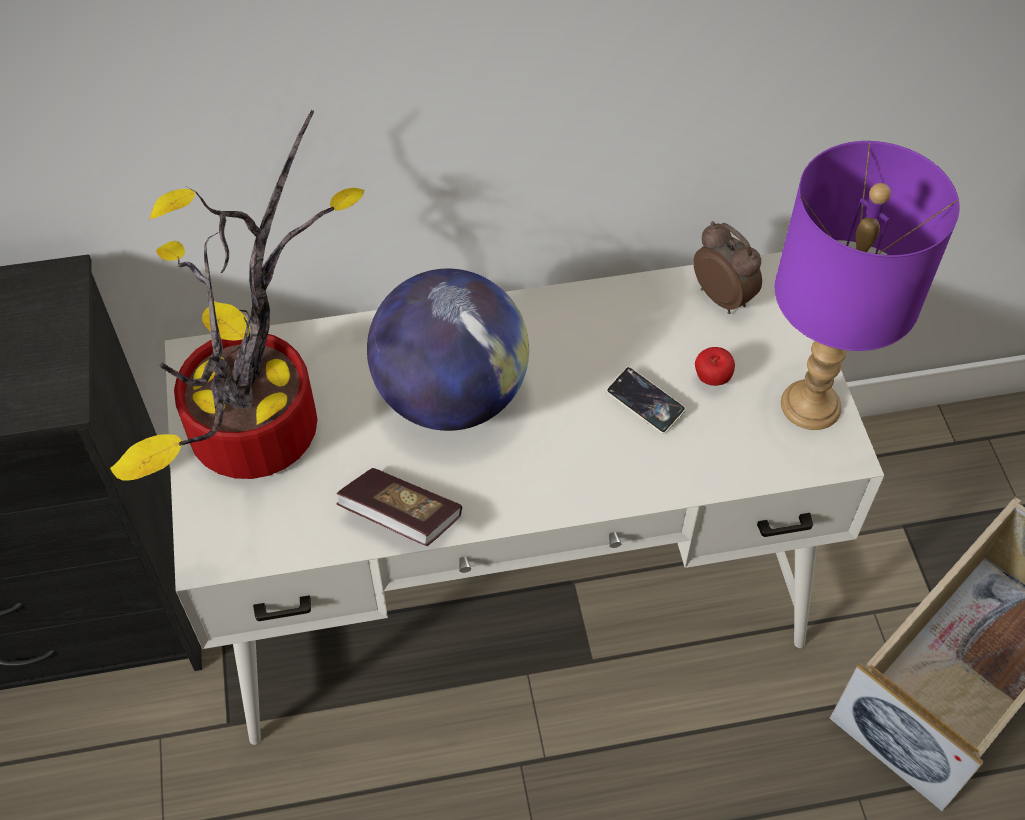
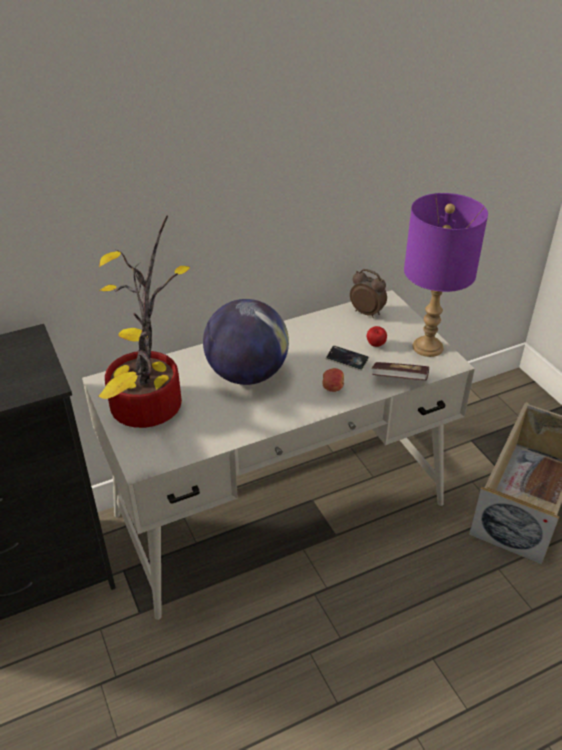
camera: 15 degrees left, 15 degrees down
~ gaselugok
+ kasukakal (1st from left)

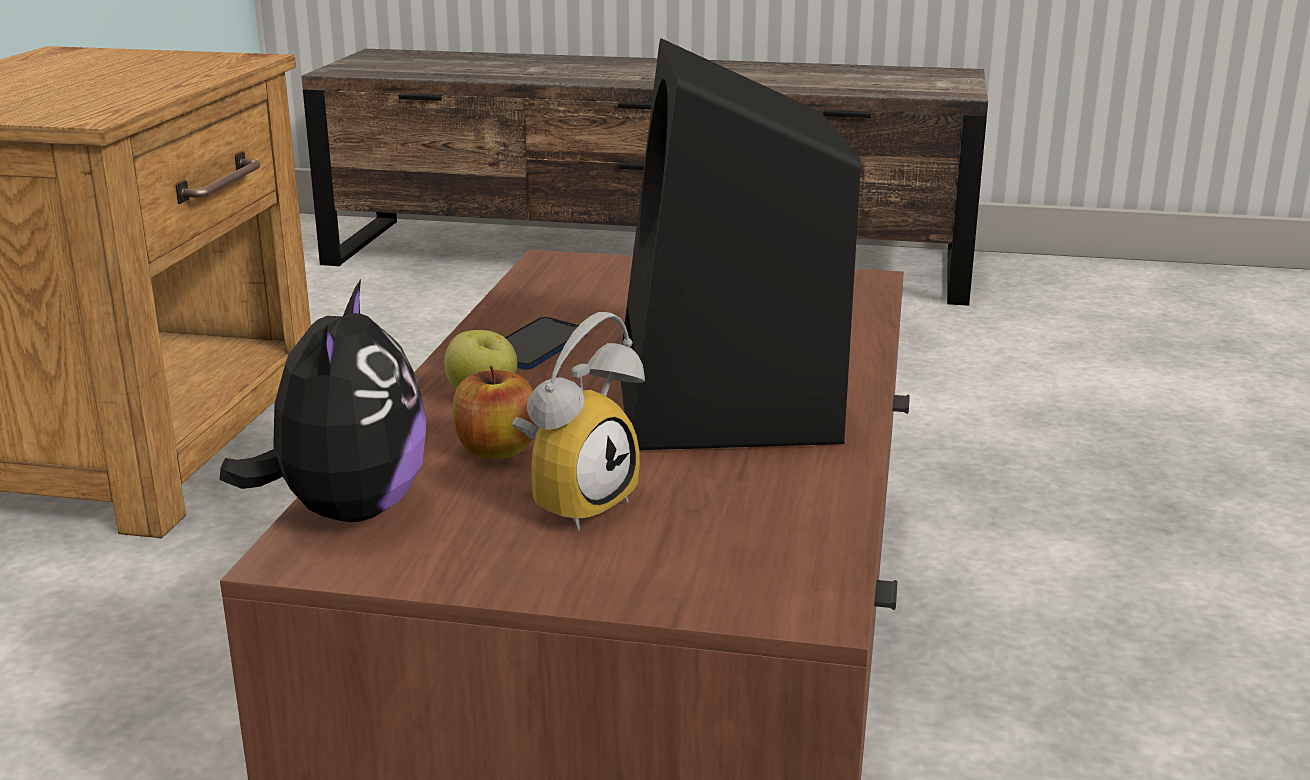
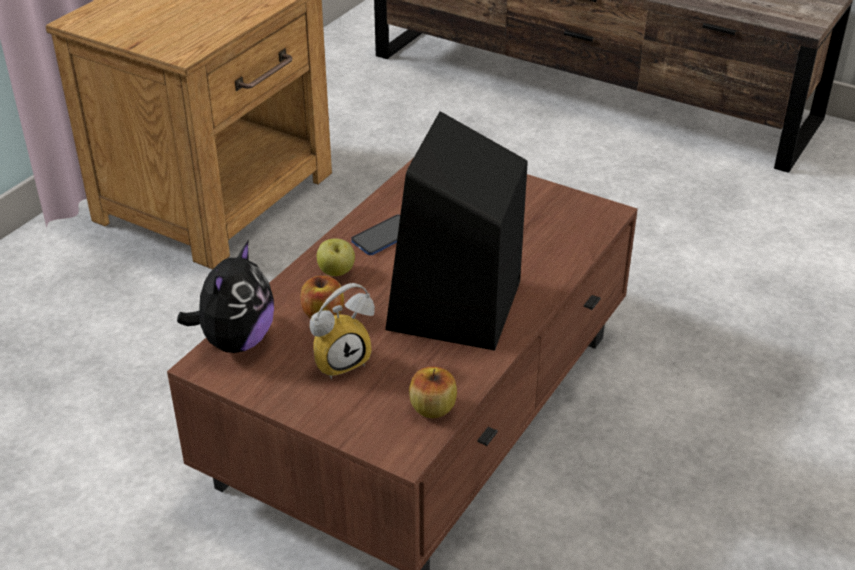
camera: 20 degrees right, 15 degrees up
+ kasukakal (3rd from left)

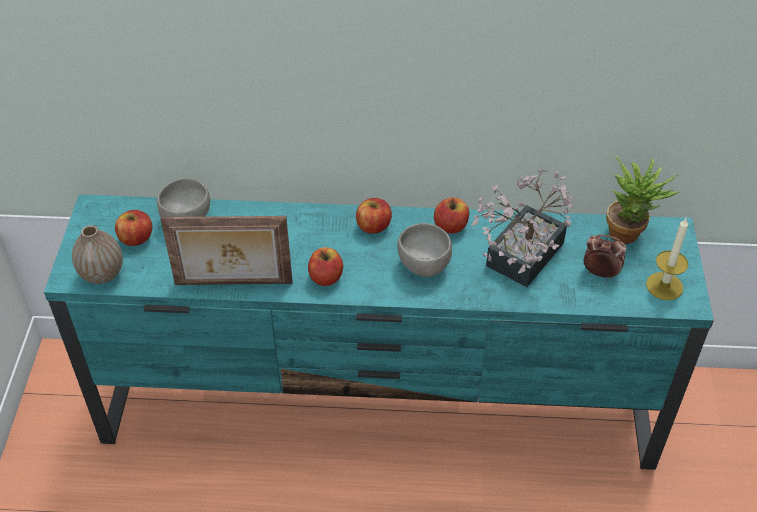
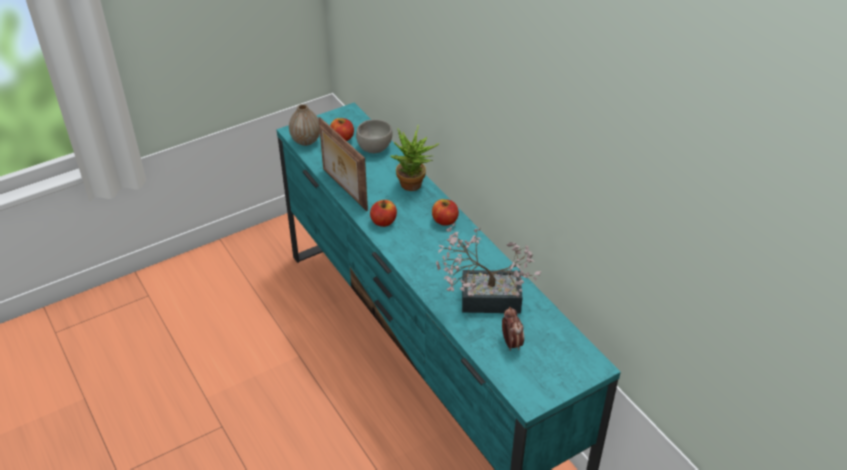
camera: 55 degrees right, 5 degrees down
- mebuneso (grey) (2nd from left)
- kasukakal (4th from left)
~ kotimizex (2nd from left in the first image) to kotimizex (1st from left)
- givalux

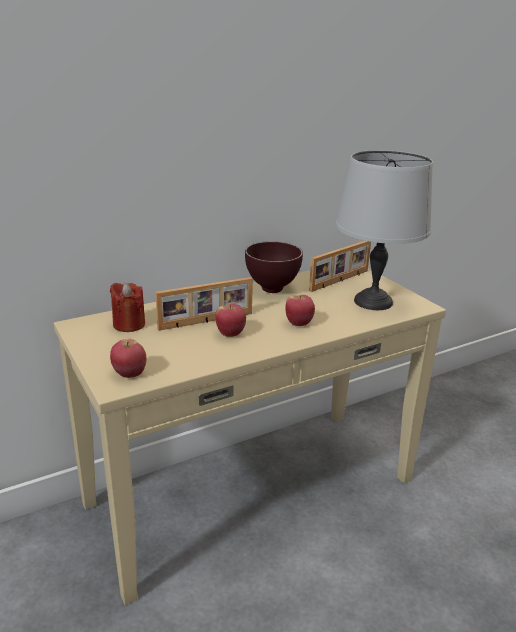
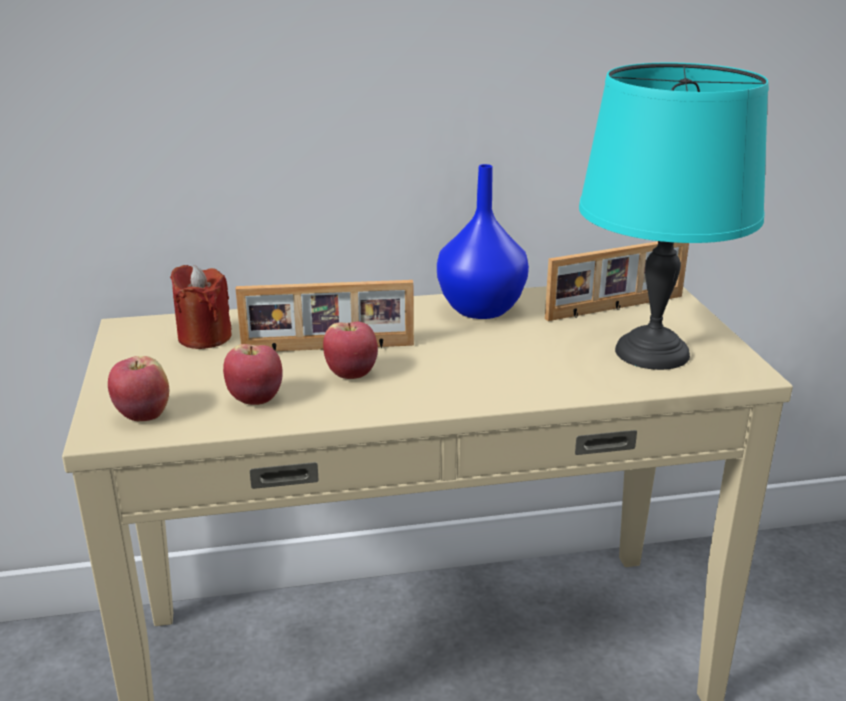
camera: 20 degrees right, 0 degrees up
~ mebuneso (brown) to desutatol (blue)
~ kasukakal (3rd from left in the first image) to kasukakal (2nd from left)
~ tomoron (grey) to tomoron (turquoise)

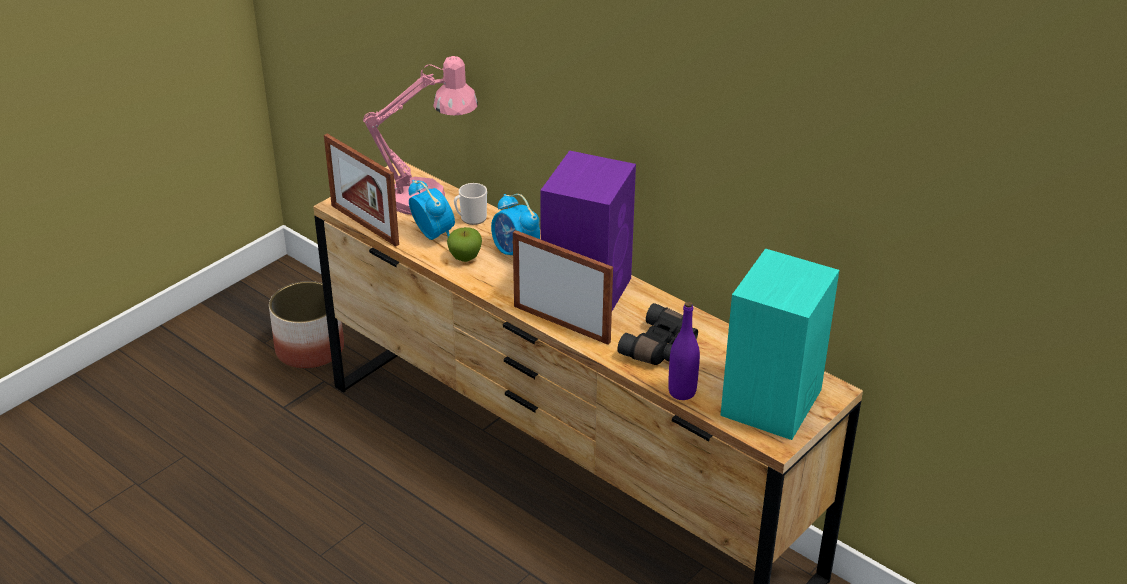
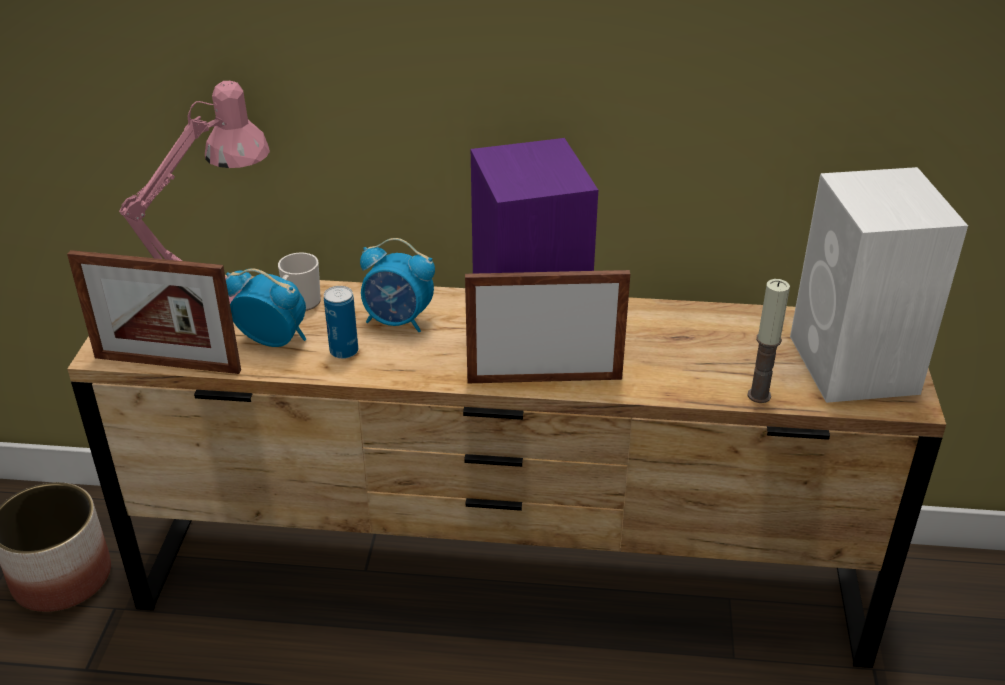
camera: 35 degrees left, 0 degrees up
~ kasukakal to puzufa
- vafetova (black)
~ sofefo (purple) to givalux
~ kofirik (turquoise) to kofirik (white)

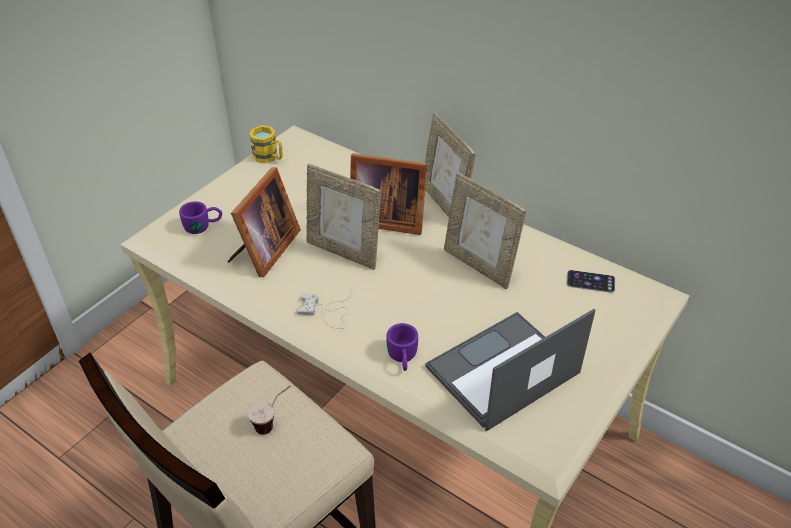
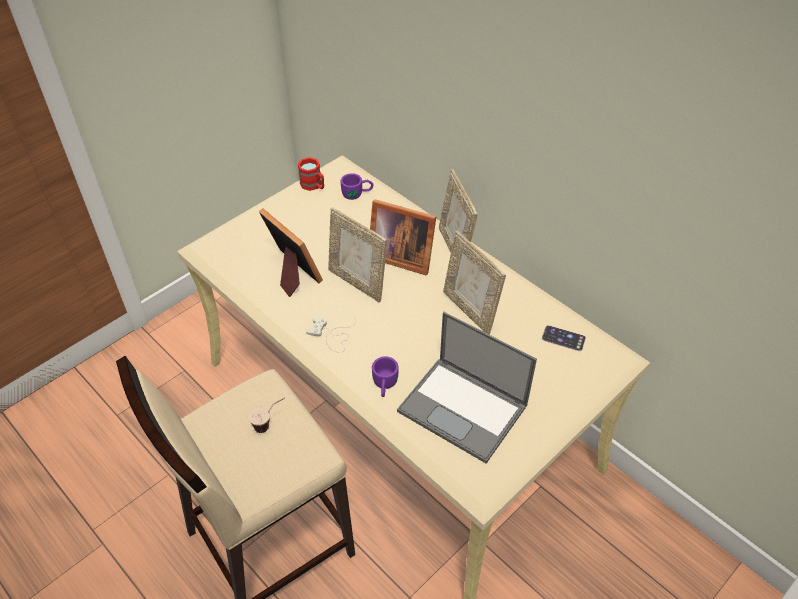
camera: 10 degrees right, 5 degrees up
~ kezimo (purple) (1st from left)
~ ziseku (1st from left) 75 degrees counterclockwise
~ kezimo (yellow) to kezimo (red)
~ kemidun 120 degrees counterclockwise

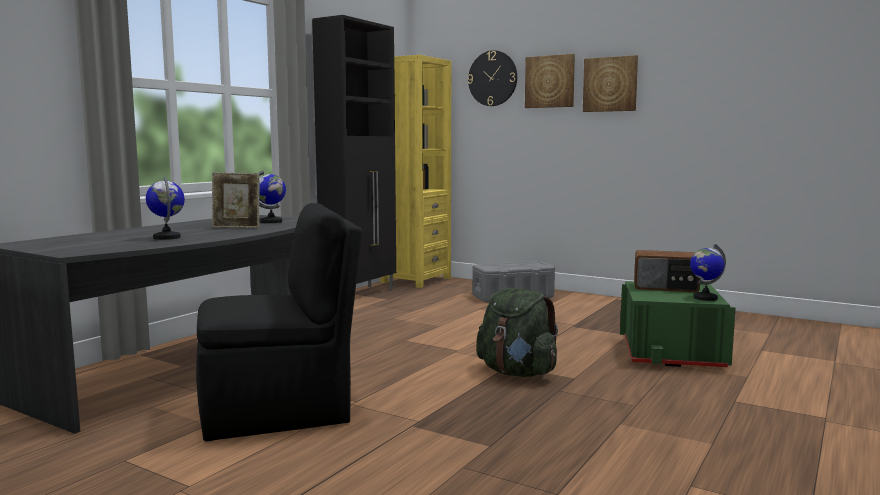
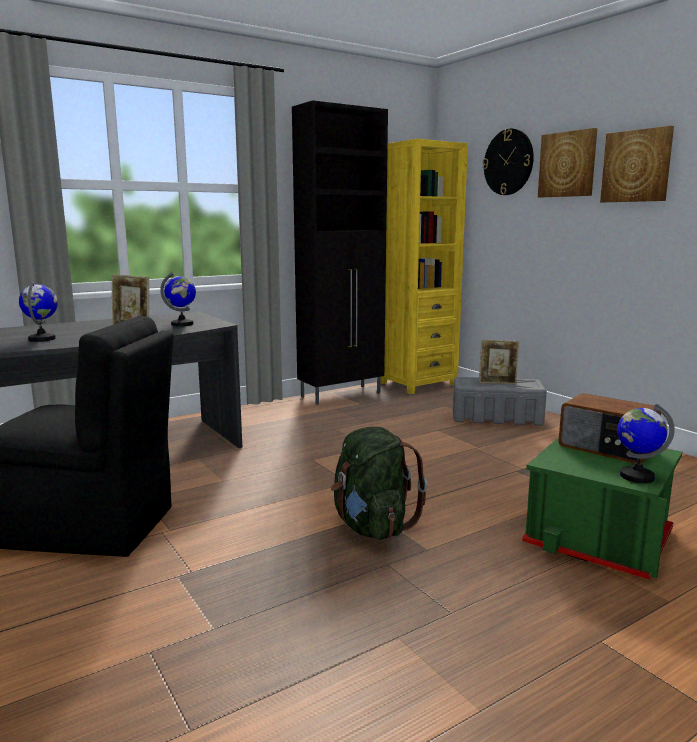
camera: 25 degrees right, 5 degrees up
+ ziseku (2nd from left)

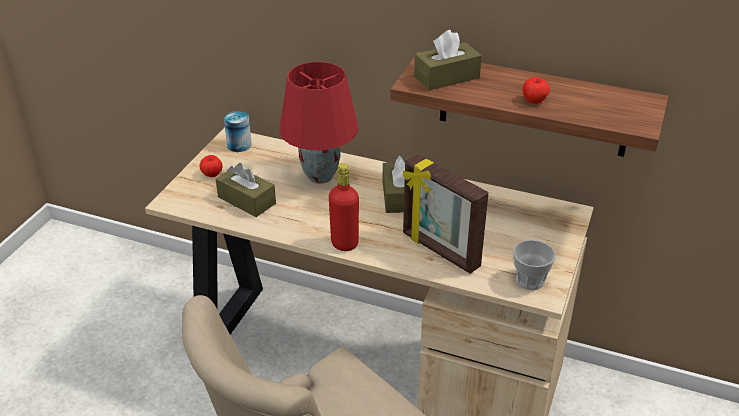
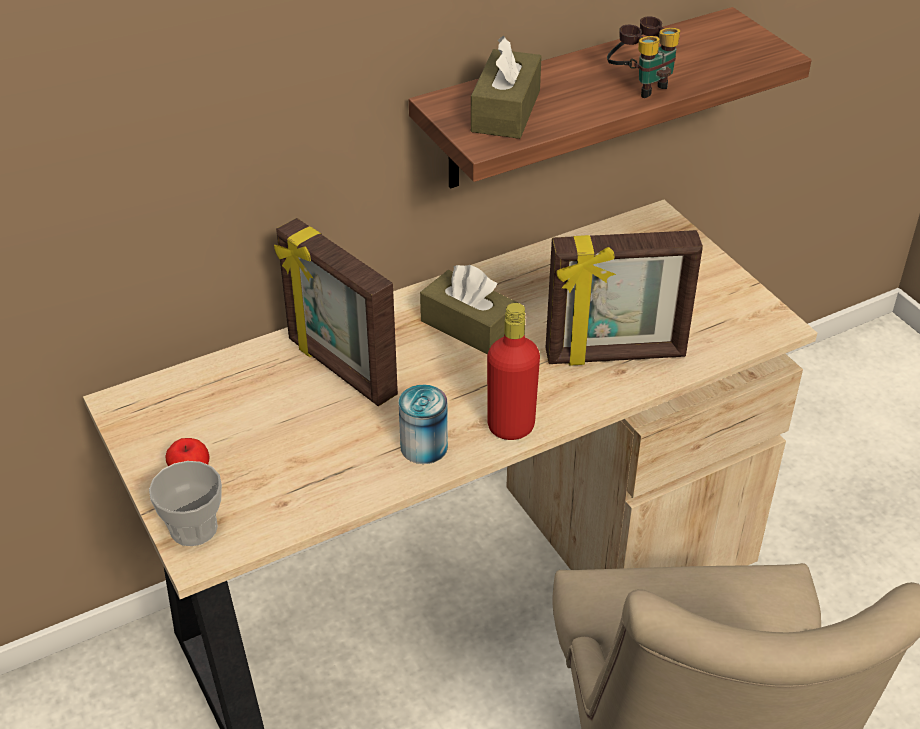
camera: 50 degrees left, 5 degrees up
- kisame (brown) (1st from left)
~ puzufa
~ tomoron (red) to ziseku (1st from left)
~ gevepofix
~ kasukakal (2nd from left) to vafetova

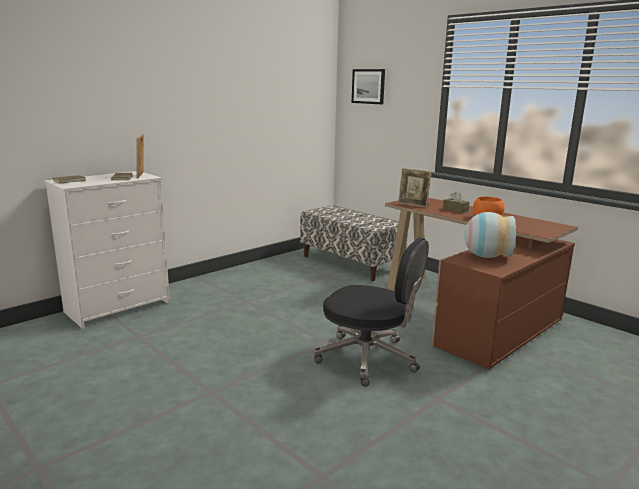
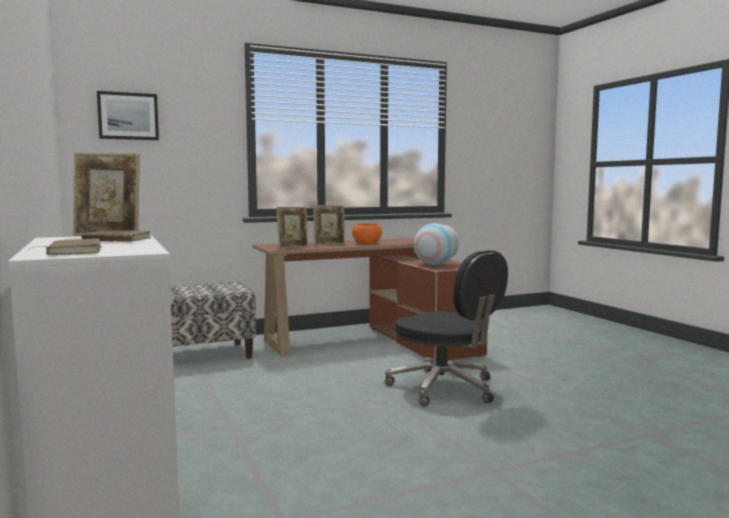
camera: 70 degrees left, 10 degrees down
~ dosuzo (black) 90 degrees clockwise
~ kisame (brown) to ziseku (3rd from left)

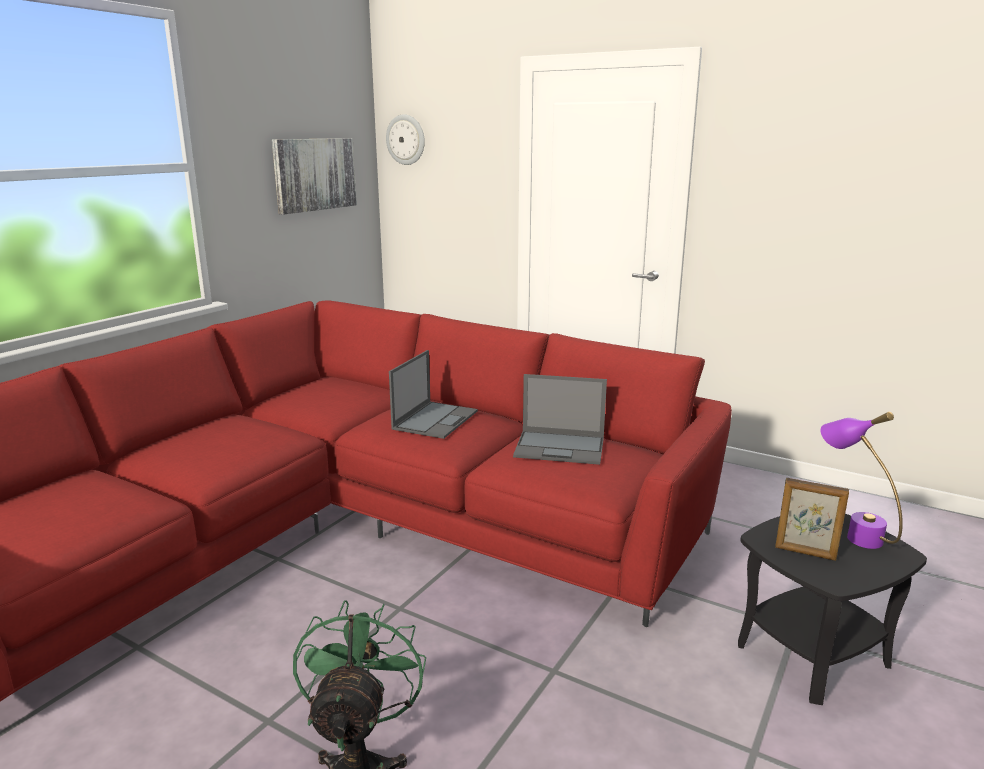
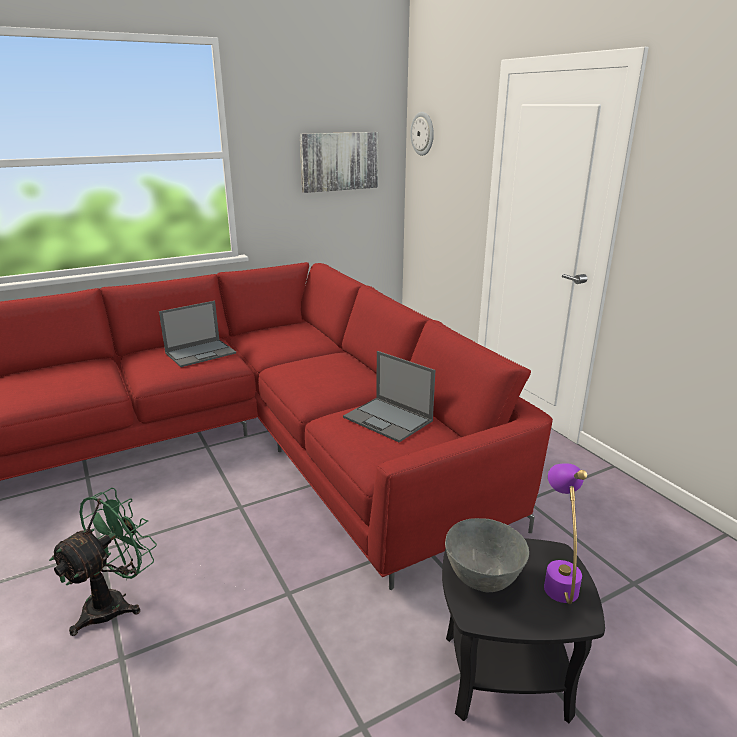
camera: 30 degrees right, 5 degrees up
~ kemidun (1st from left)
~ ziseku to mebuneso (grey)

